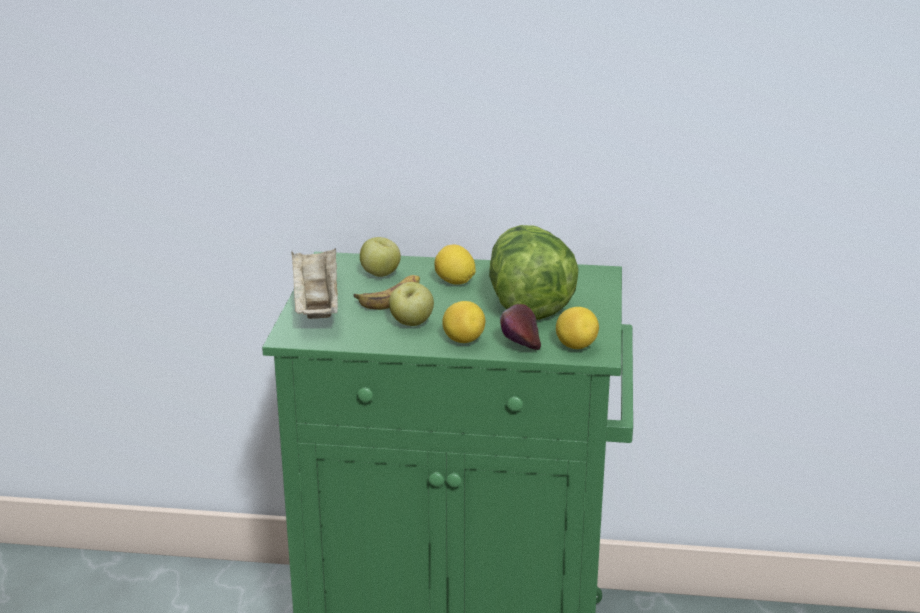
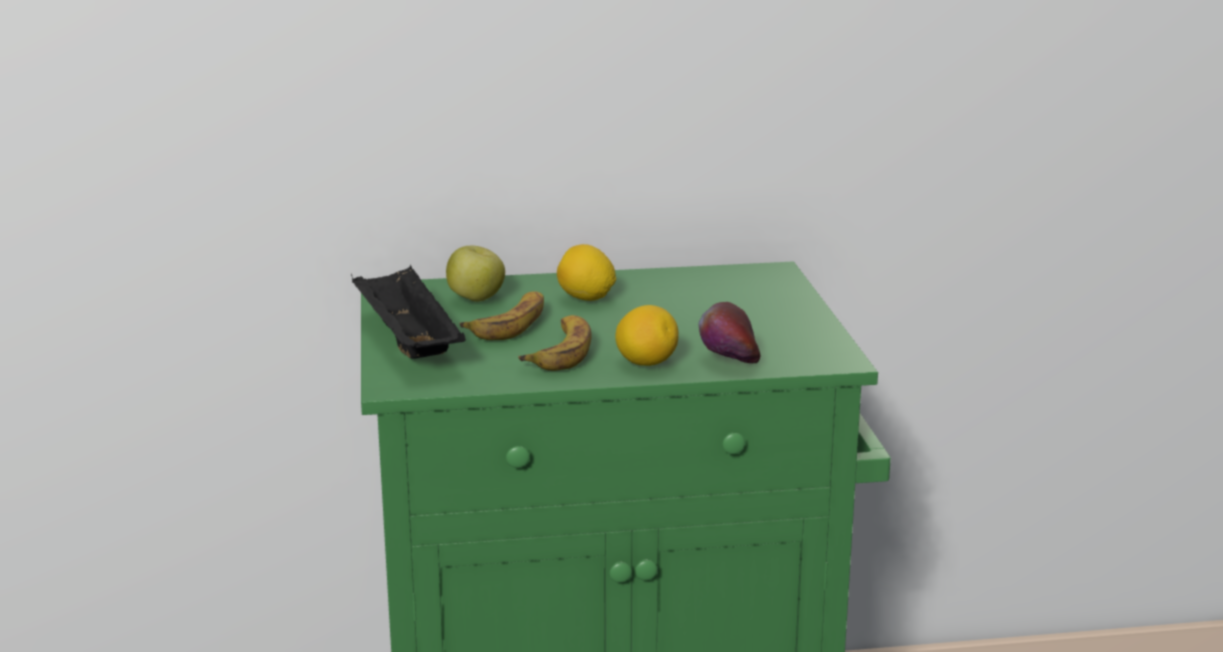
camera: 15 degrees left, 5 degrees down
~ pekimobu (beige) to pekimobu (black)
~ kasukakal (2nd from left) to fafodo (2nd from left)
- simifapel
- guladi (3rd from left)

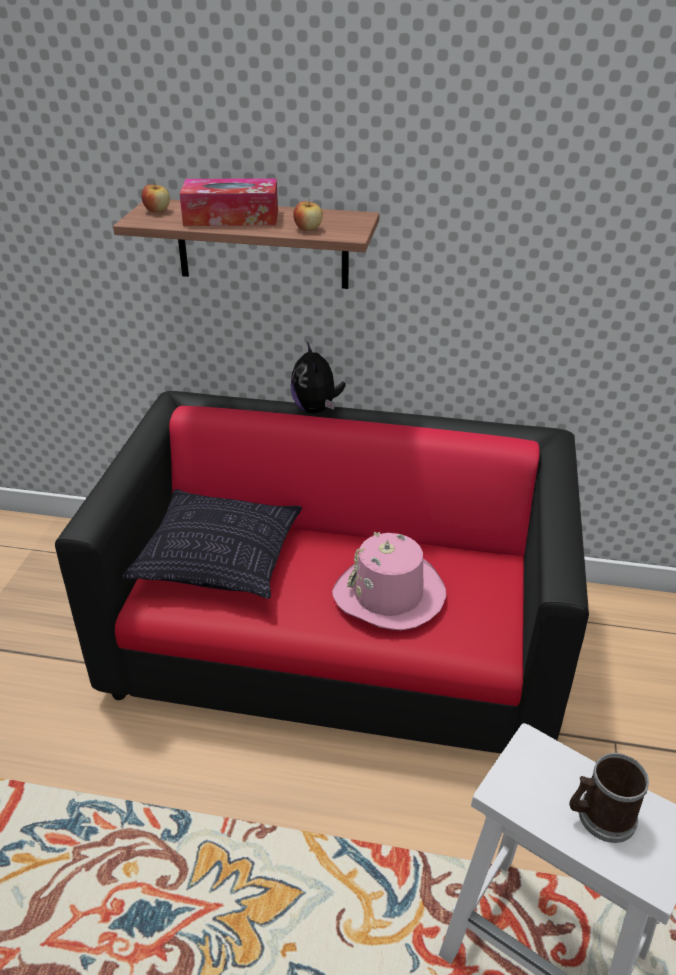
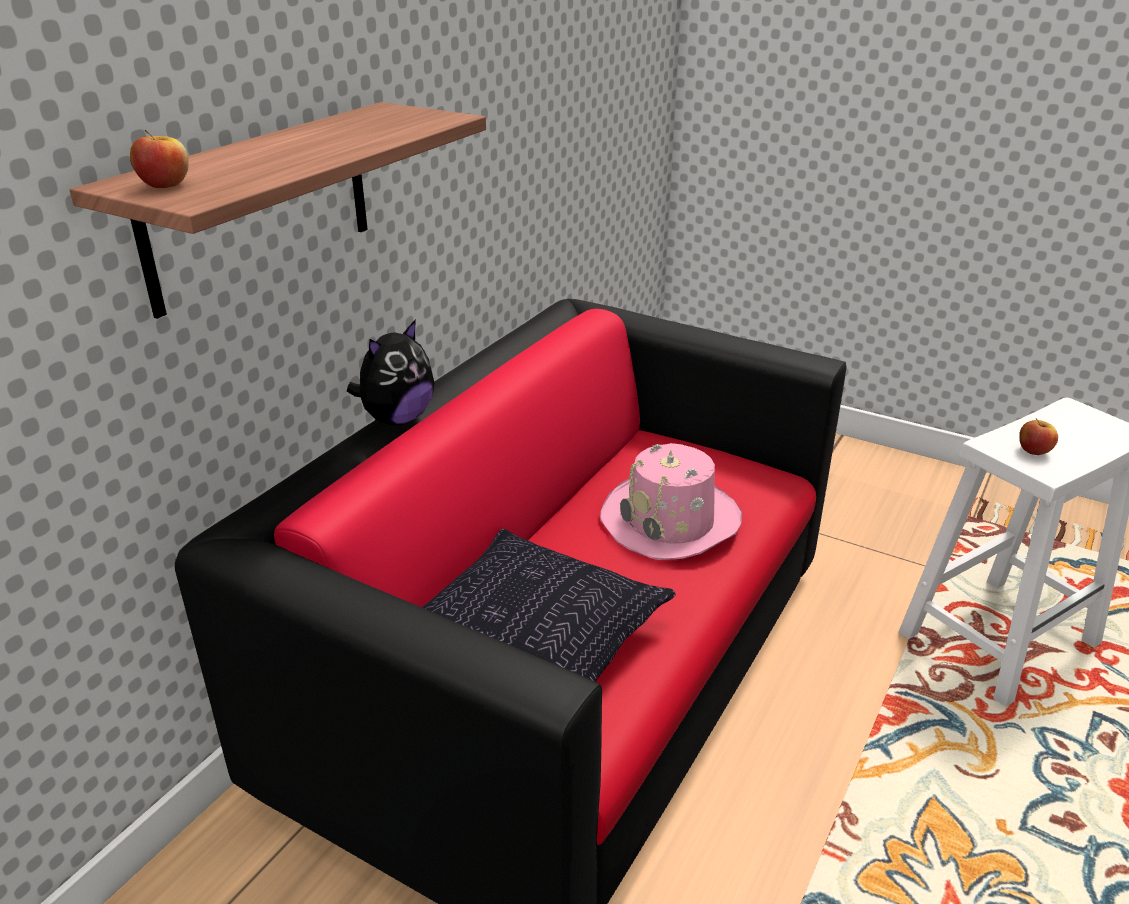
camera: 70 degrees left, 5 degrees down
- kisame
~ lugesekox 60 degrees counterclockwise
~ kasukakal (2nd from left)
- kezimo

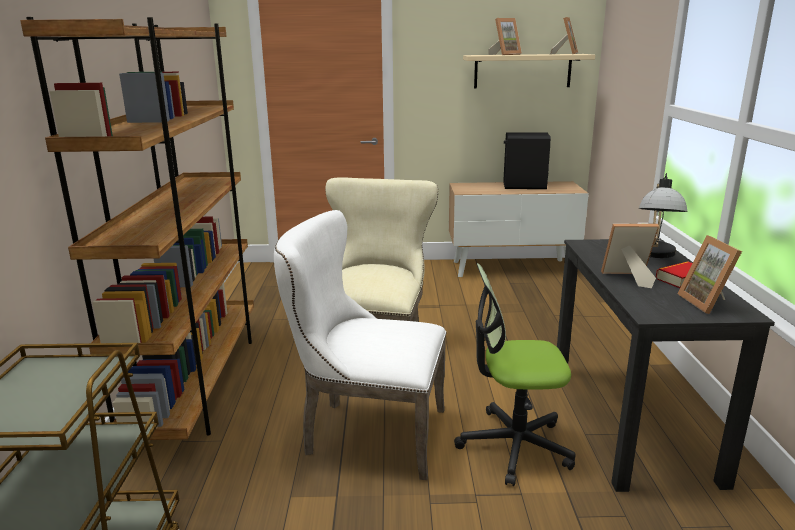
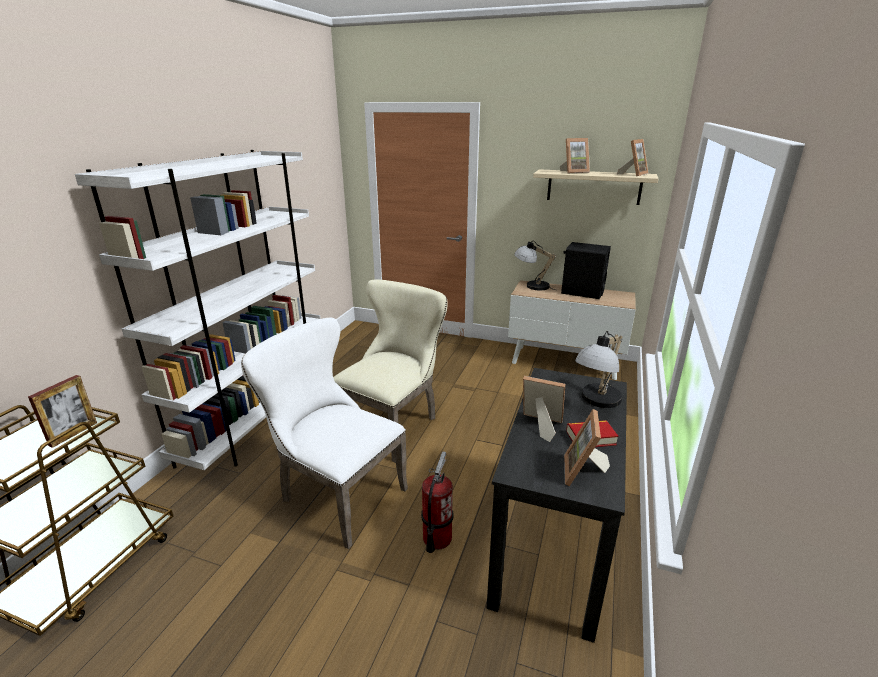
camera: 20 degrees right, 5 degrees up
~ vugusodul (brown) to vugusodul (white)
~ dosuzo to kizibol
+ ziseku (1st from left)
+ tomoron (1st from left)

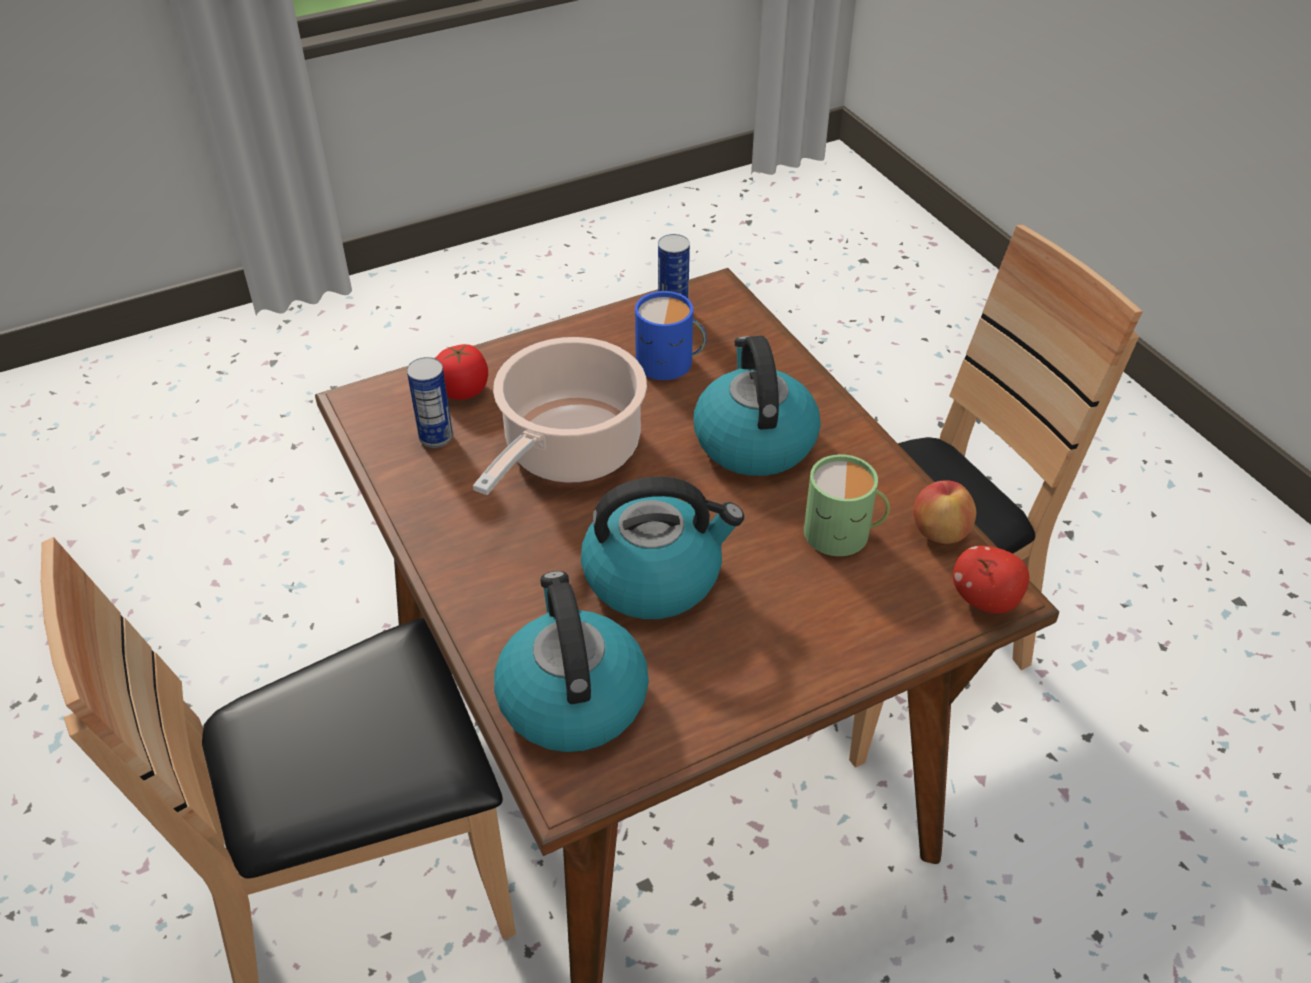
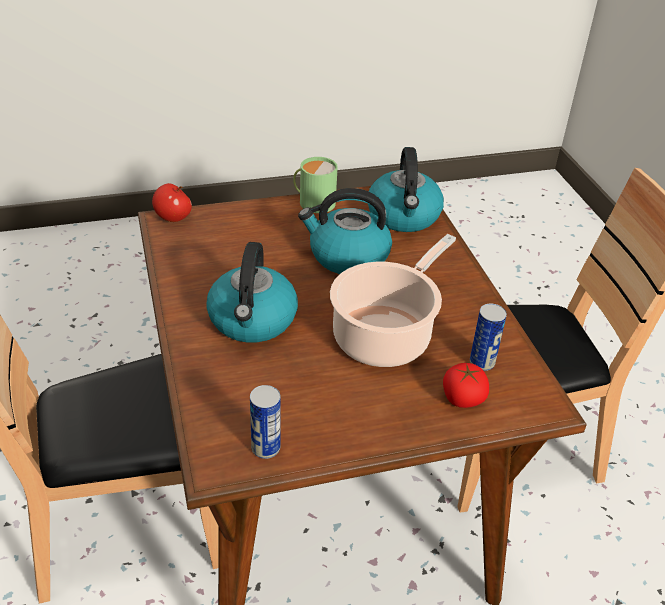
camera: 170 degrees left, 5 degrees down
- kezimo (blue)
~ kezimo (green)
- kasukakal (1st from left)

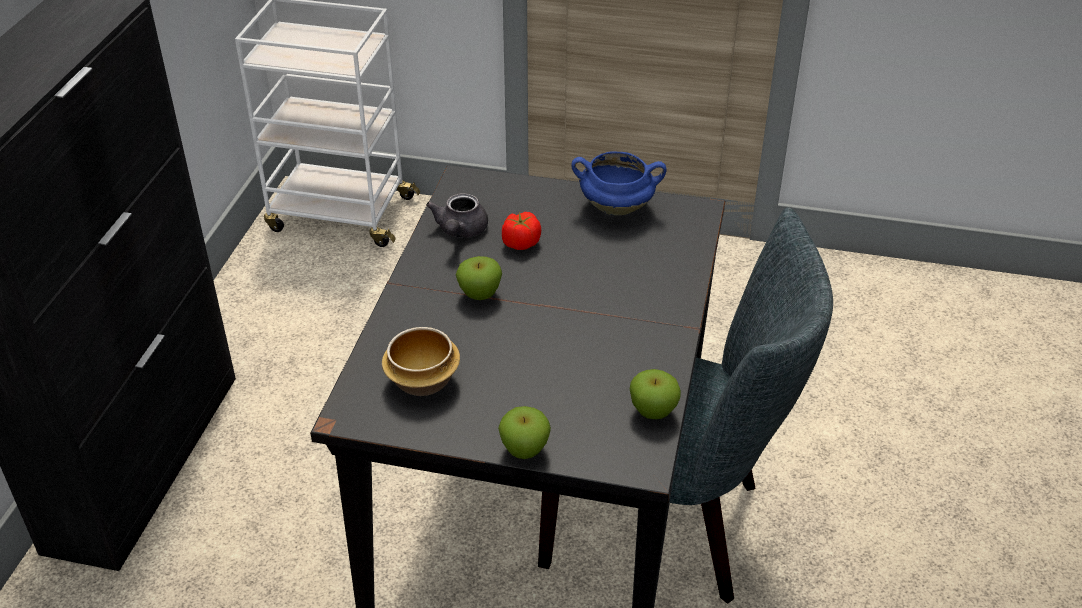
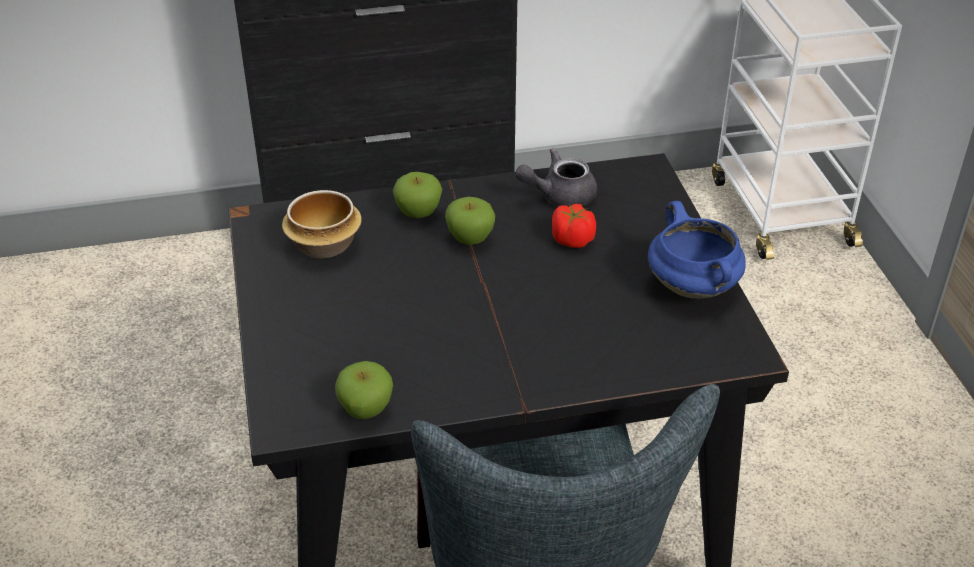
camera: 65 degrees right, 0 degrees up
~ kasukakal (2nd from left)

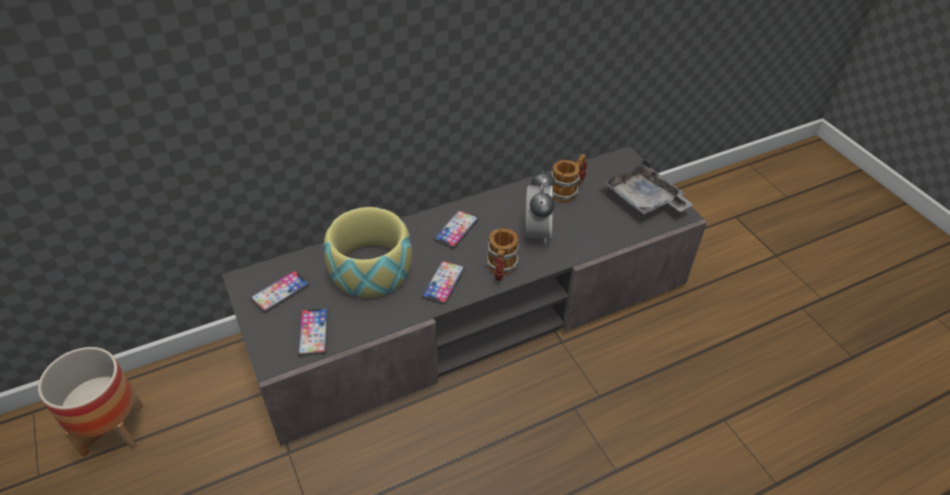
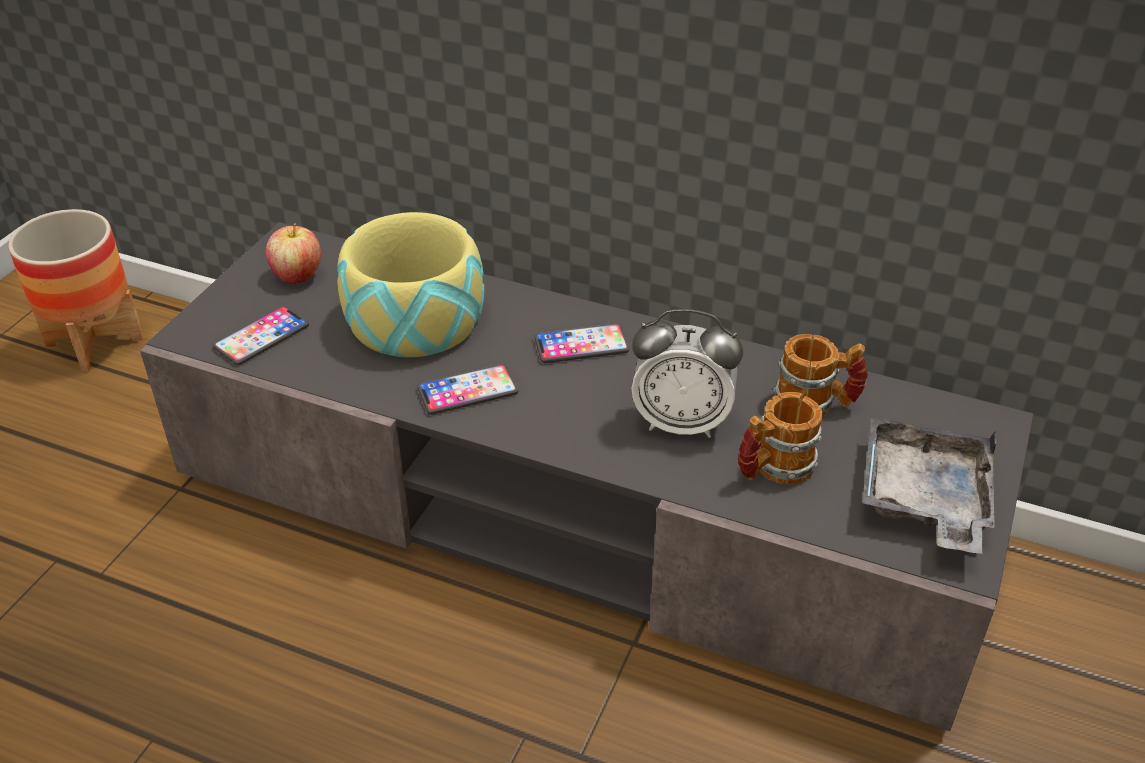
camera: 50 degrees right, 5 degrees down
~ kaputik (1st from left) to kasukakal
~ kezimo (1st from left)
~ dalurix 45 degrees clockwise

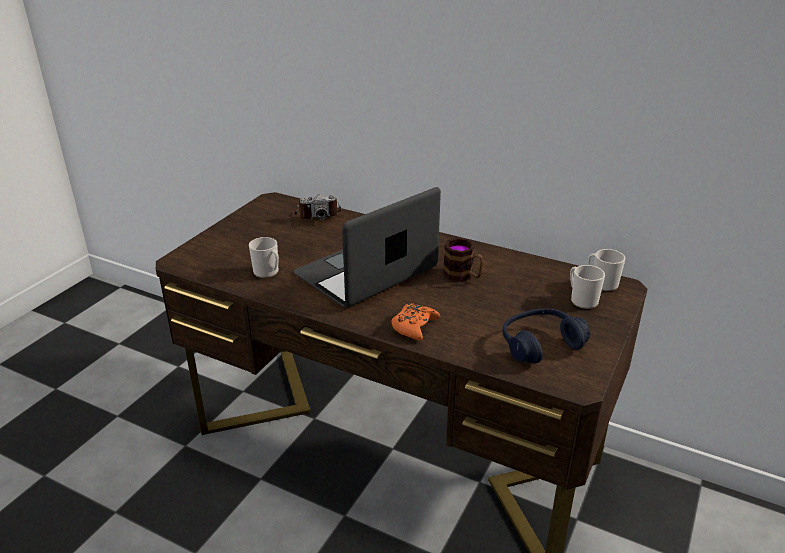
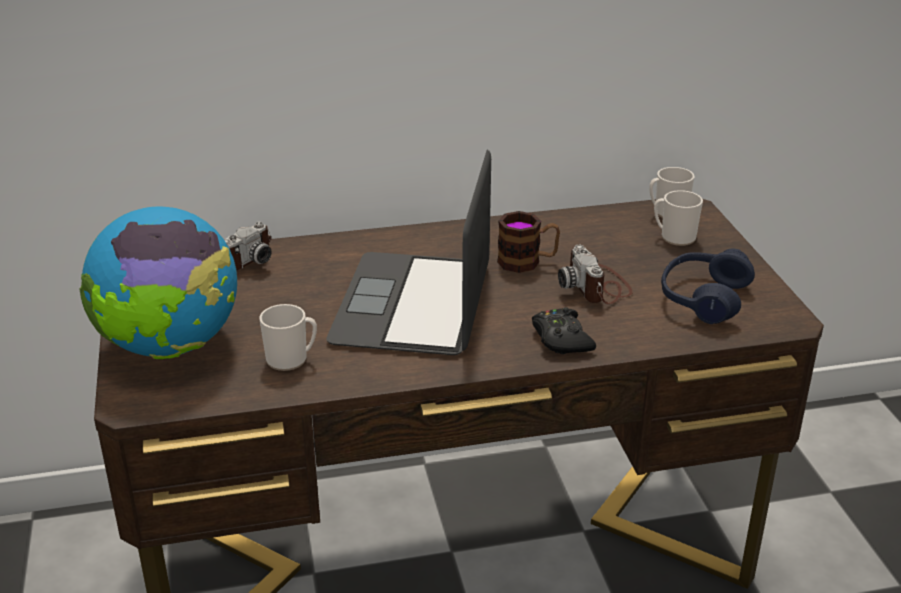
camera: 40 degrees left, 0 degrees up
~ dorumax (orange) to dorumax (black)
+ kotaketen
+ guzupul (2nd from left)

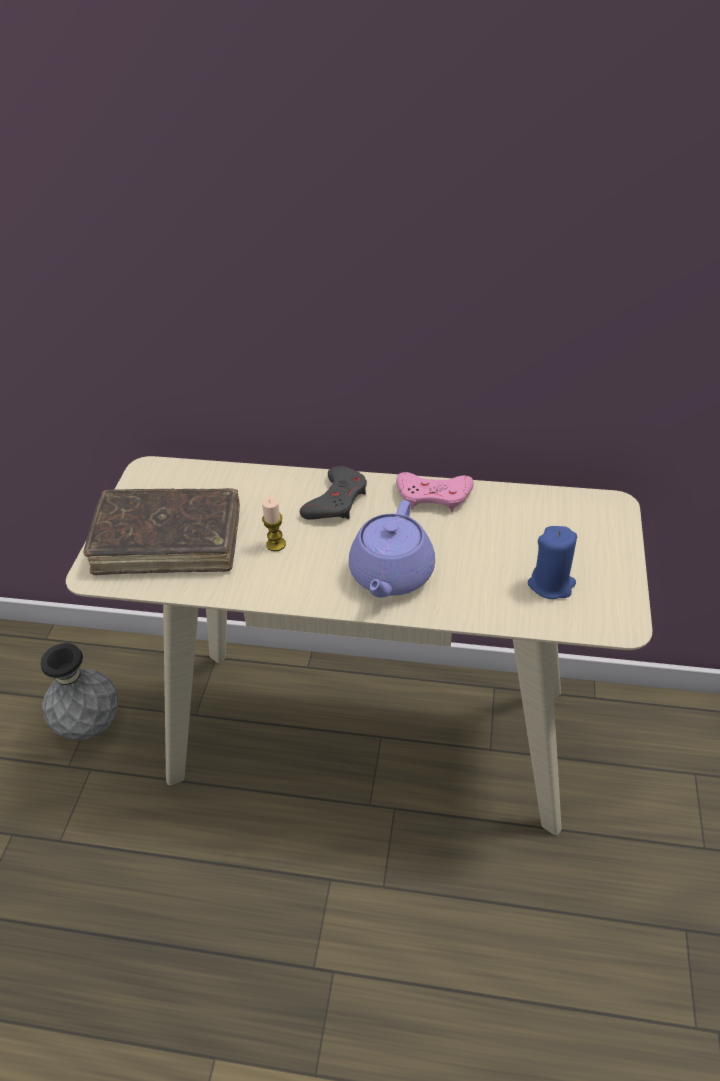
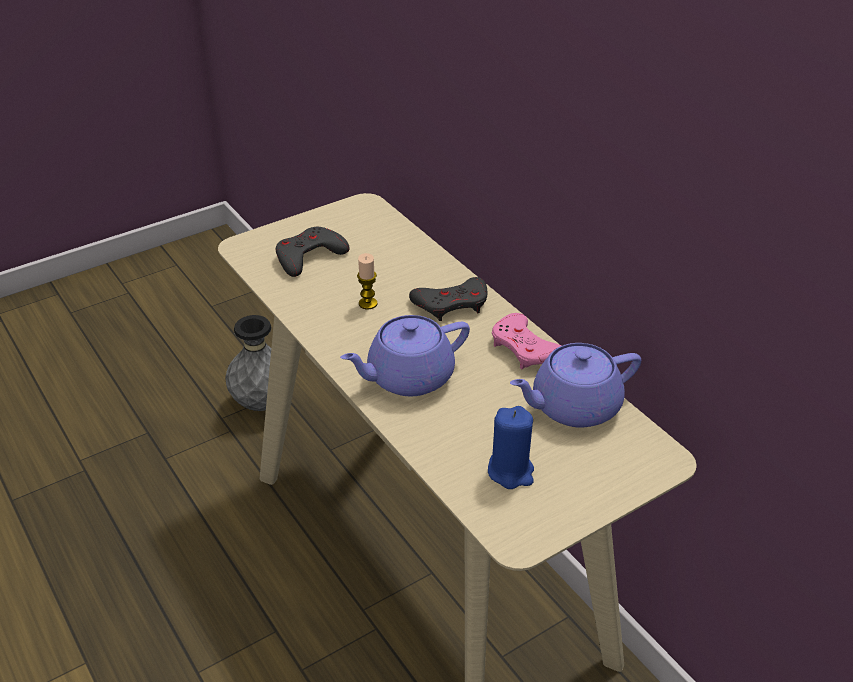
camera: 45 degrees right, 5 degrees down
~ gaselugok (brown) to dorumax (grey) (1st from left)
+ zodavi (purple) (2nd from left)

